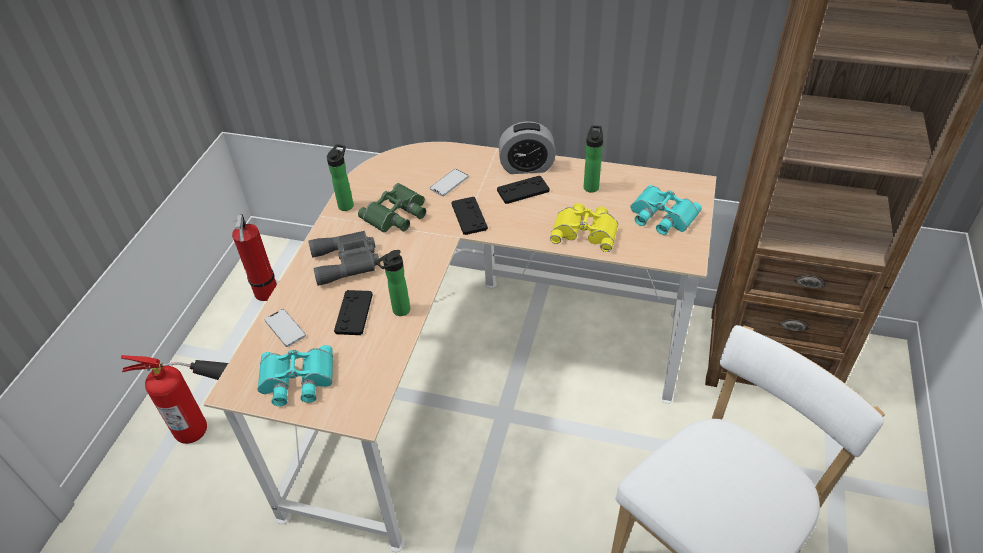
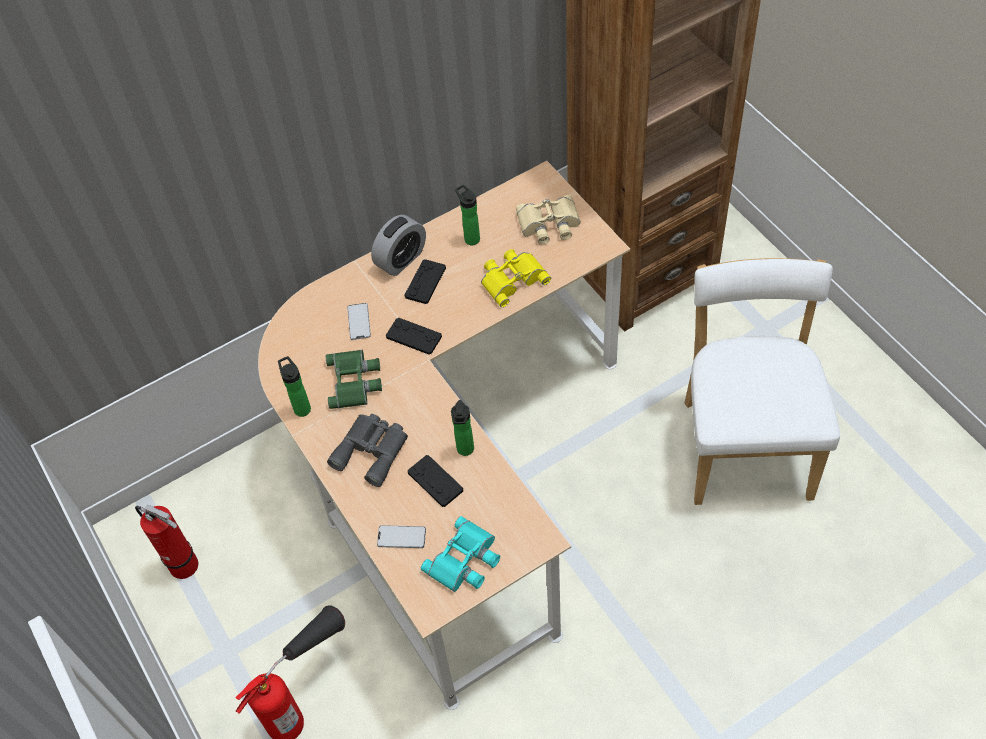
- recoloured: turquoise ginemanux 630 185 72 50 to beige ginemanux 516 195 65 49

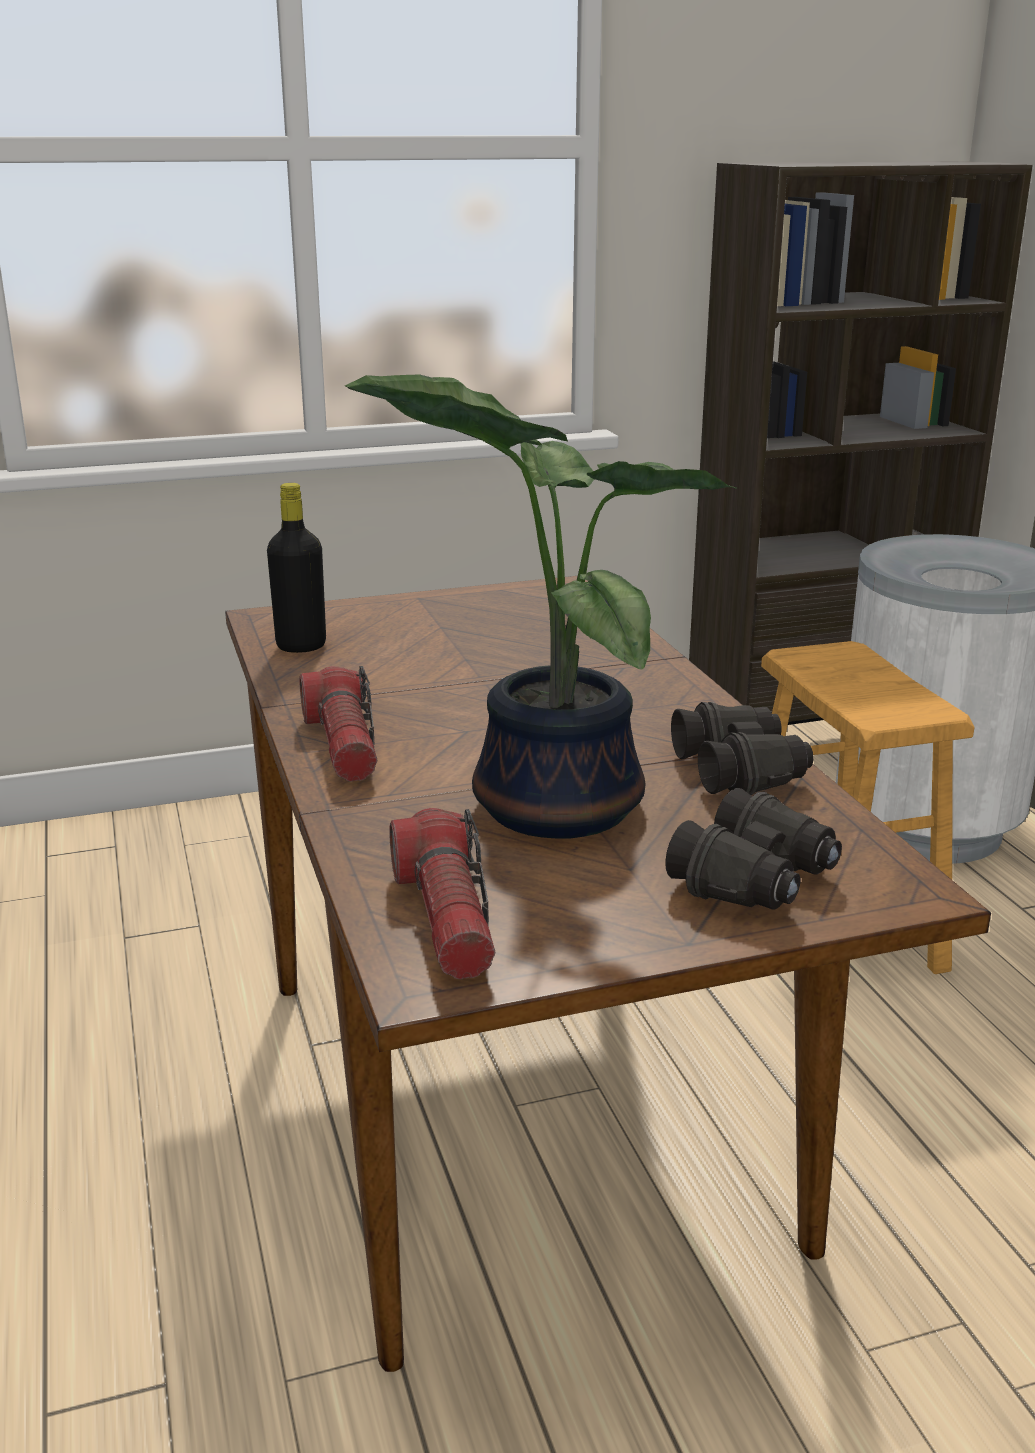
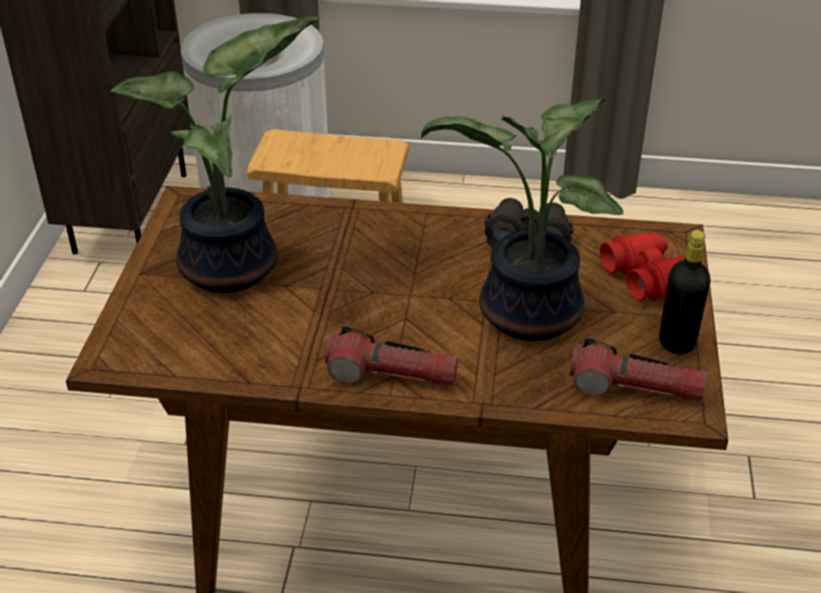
- moved: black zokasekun 267 483 59 170 to 659 230 52 124
- recoloured: black ginemanux 665 788 177 121 to red ginemanux 600 232 85 69
- added: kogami 110 16 211 277

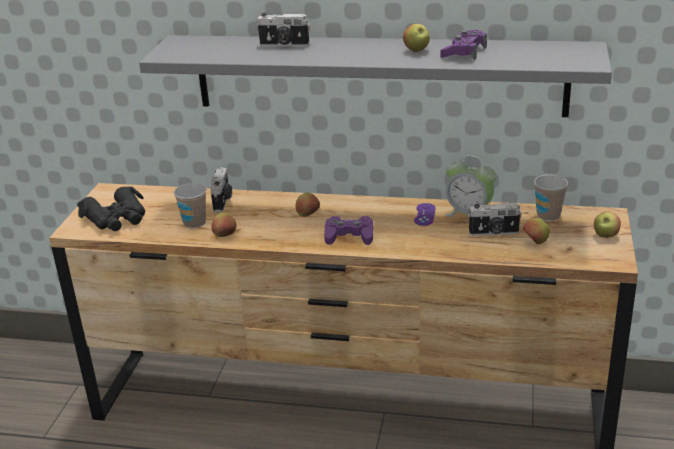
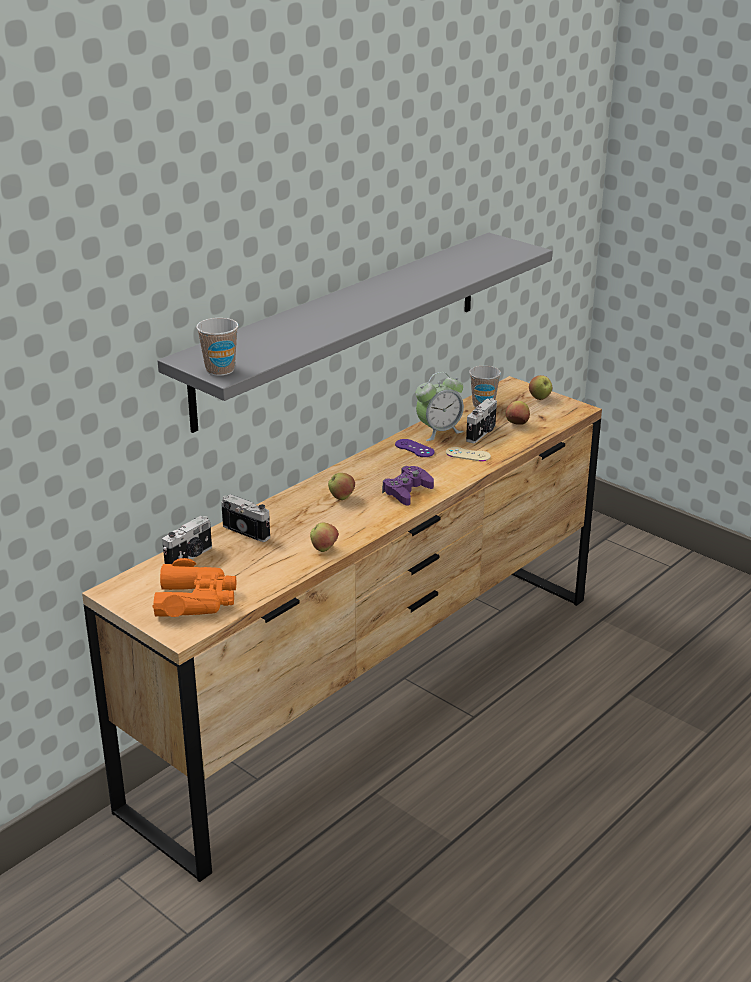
- recoloured: black ginemanux 77 187 68 44 to orange ginemanux 152 558 84 59
- moved: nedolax 174 183 32 45 to 196 318 43 58
- moved: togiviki 257 12 53 35 to 162 516 50 48
- removed: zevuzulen 403 24 27 28
- removed: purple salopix 441 30 46 30
- added: beige salopix 446 447 45 14

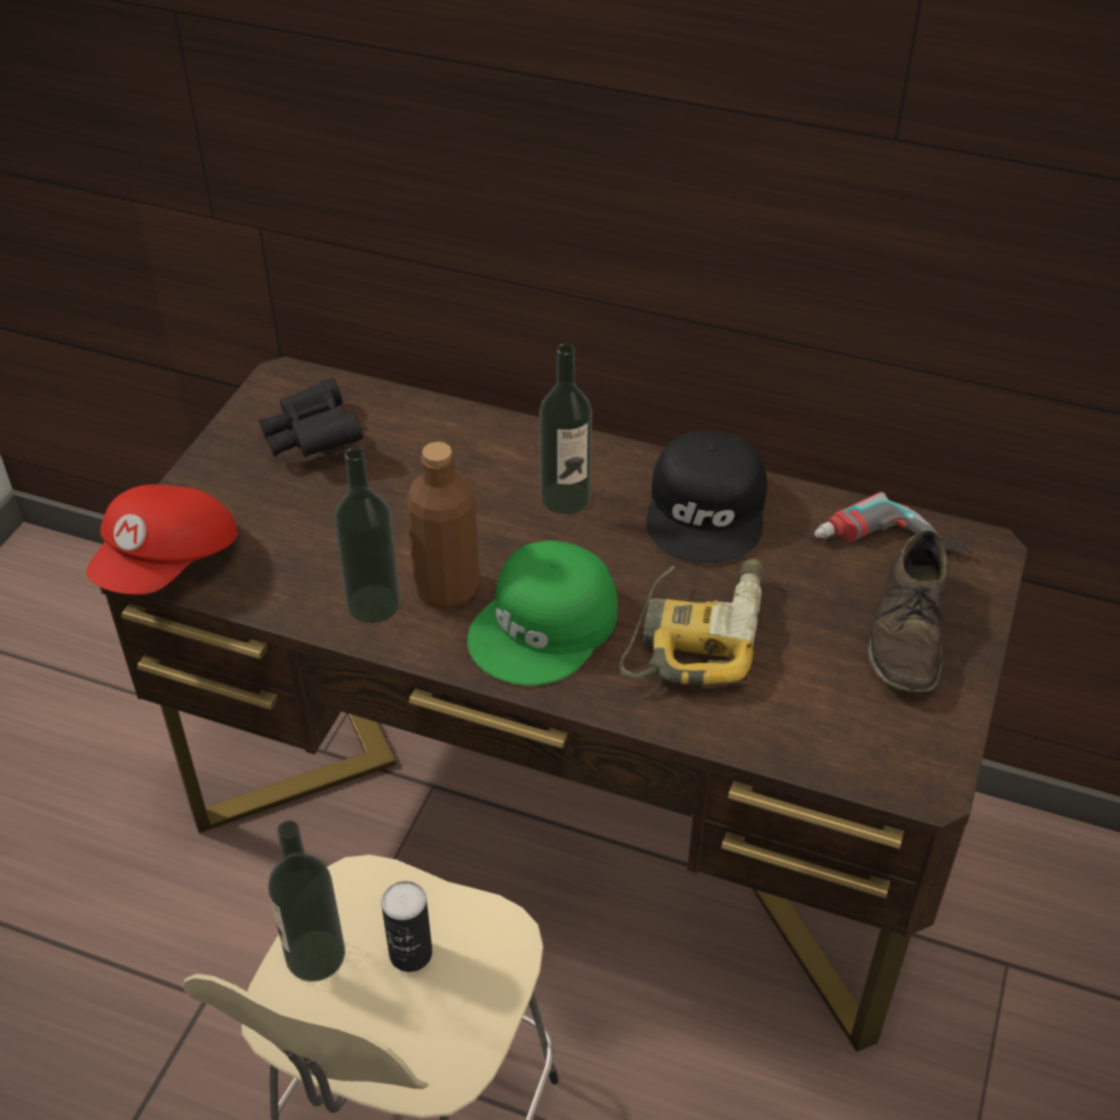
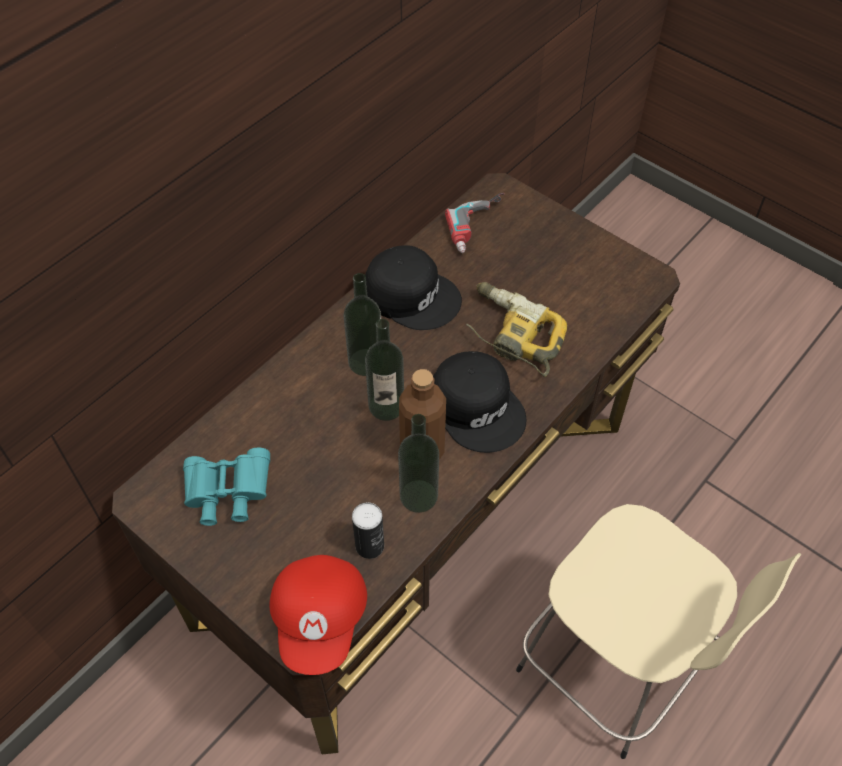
- turned: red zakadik 86 484 151 110 = 269 555 98 120 45 degrees clockwise
- recoloured: black ginemanux 259 378 104 79 to turquoise ginemanux 183 448 87 78
- moved: zokasekun 268 820 77 162 to 365 319 39 102
- moved: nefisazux 381 881 51 91 to 352 502 32 57
- recoloured: green zakadik 467 541 151 144 to black zakadik 433 351 93 102
- removed: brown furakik 868 531 81 162

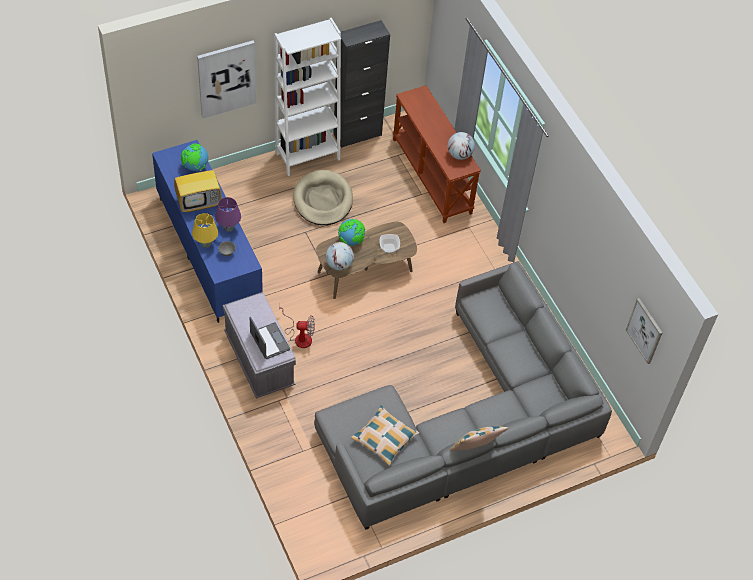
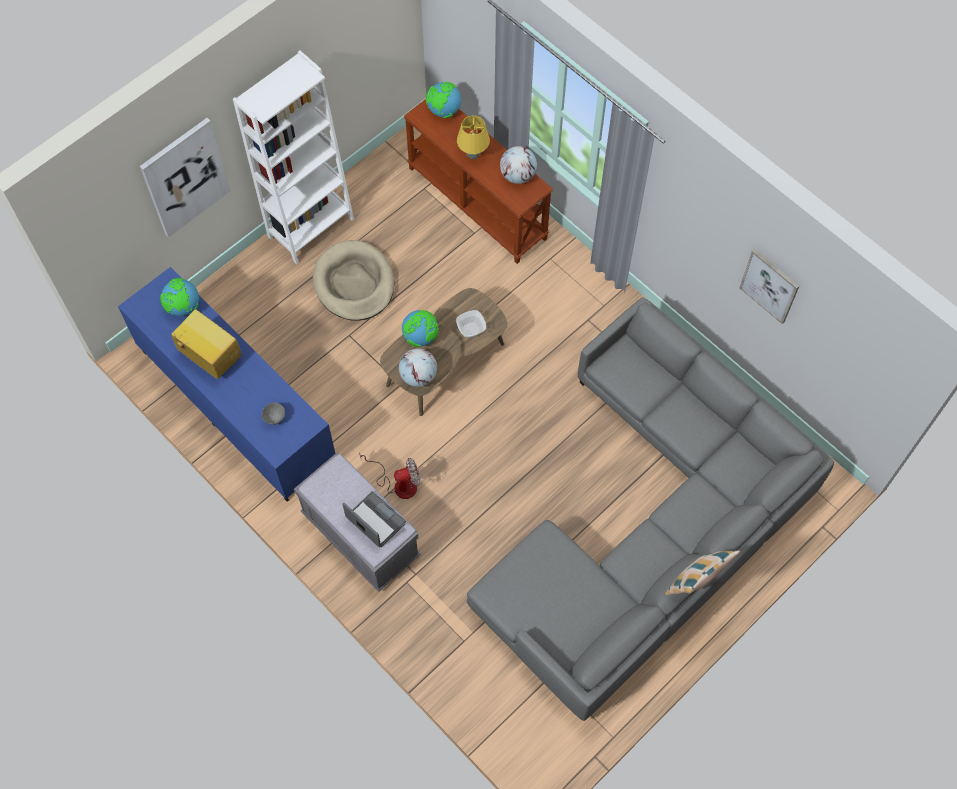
- turned: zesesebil 174 165 47 48 = 172 310 69 69 105 degrees counterclockwise
- moved: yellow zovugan 192 213 26 35 to 457 116 33 43
- removed: purple zovugan 215 197 26 35
- removed: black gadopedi 333 20 57 128
- removed: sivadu 351 405 68 61
- moved: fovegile 626 298 36 66 to 739 249 60 75
- added: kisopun 426 82 35 36

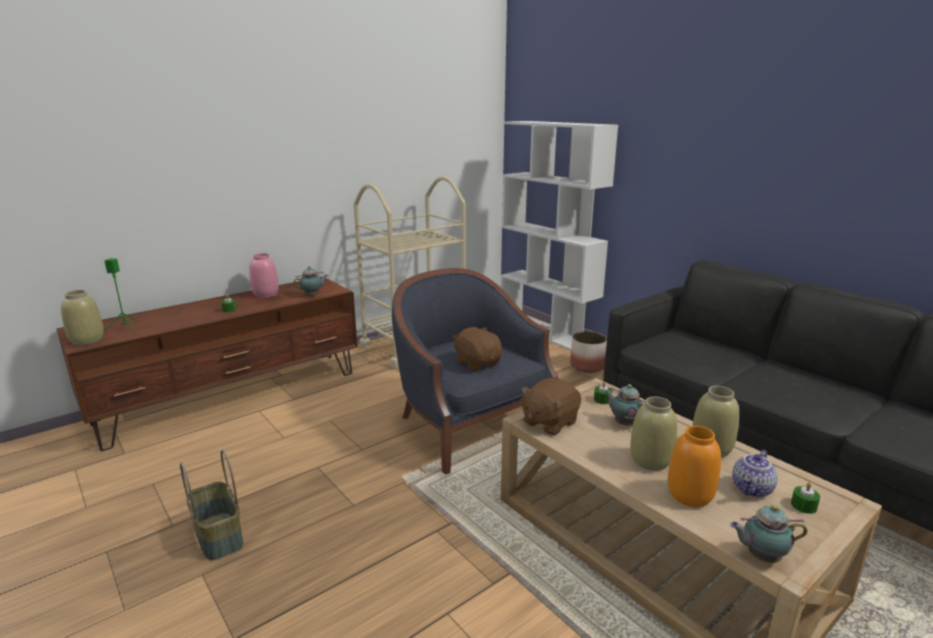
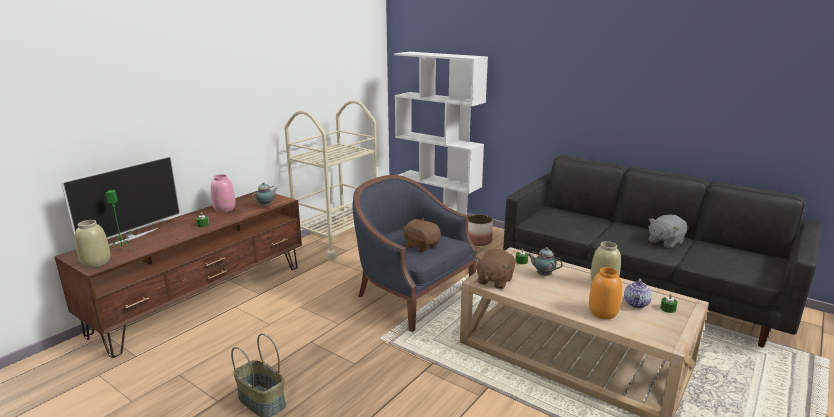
- removed: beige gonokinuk 630 397 47 74
- removed: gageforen 730 505 78 58
- added: zesesebil 61 156 120 90
- added: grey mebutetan 648 215 39 33

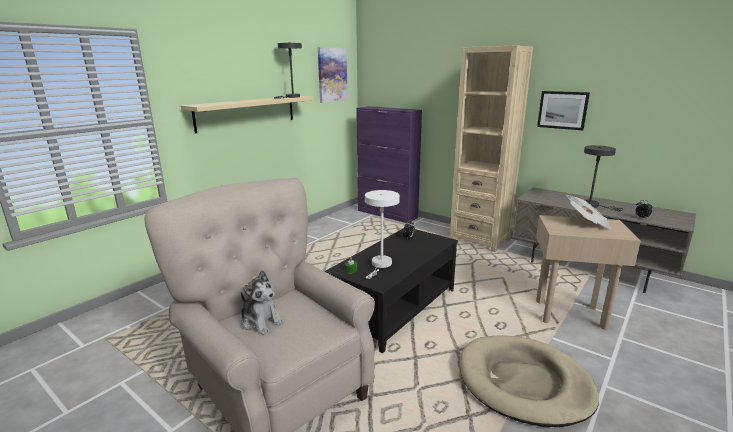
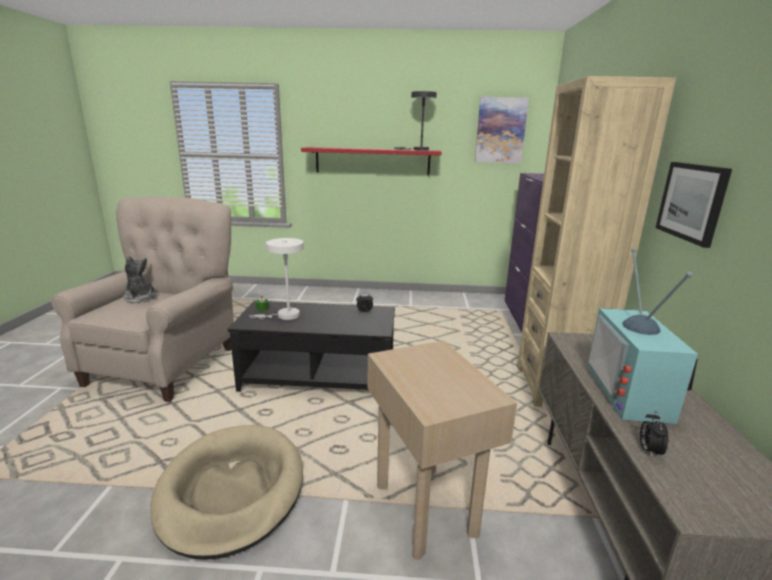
- recoloured: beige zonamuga 181 96 133 38 to red zonamuga 301 147 141 29
- turned: mebutetan 241 270 43 65 = 123 255 34 48 120 degrees clockwise
- removed: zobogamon 566 195 47 35
- replaced: grey zovugan 584 145 39 67 to zesesebil 587 248 111 176

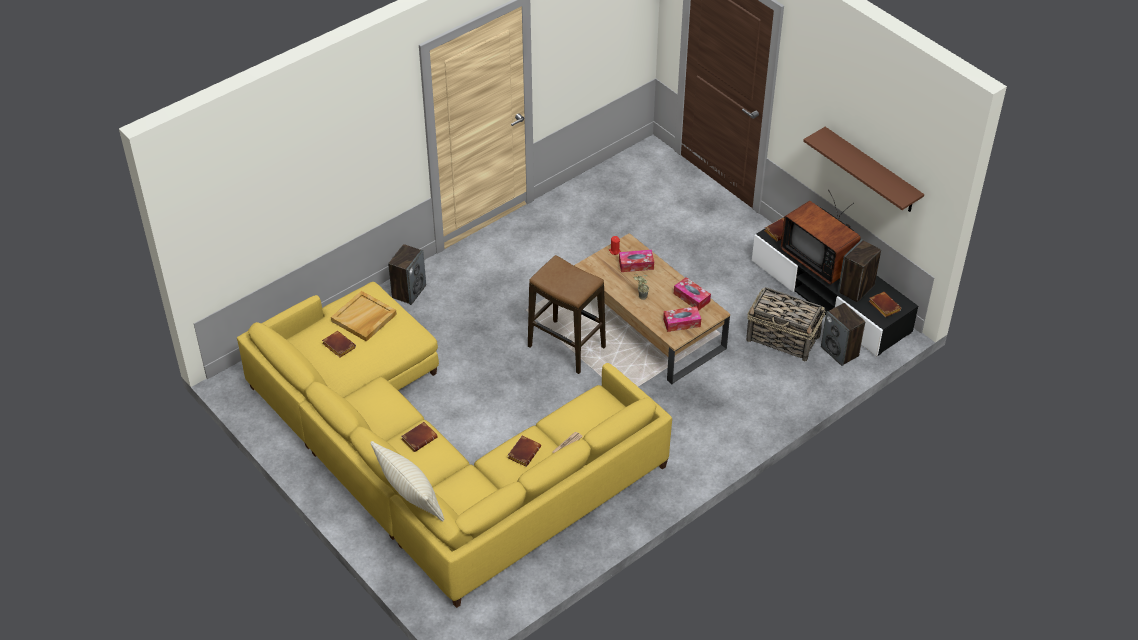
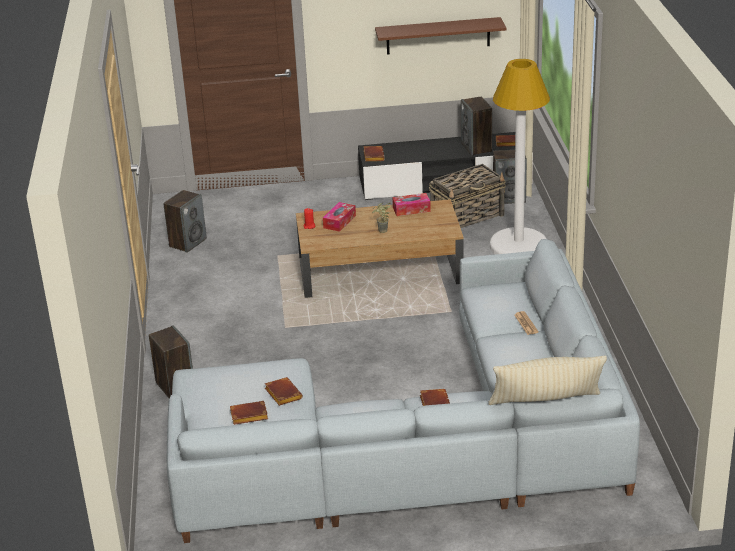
- recoloured: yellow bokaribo 237 282 435 326 to grey bokaribo 167 239 473 304
- removed: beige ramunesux 331 291 66 51
- moved: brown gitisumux 508 435 33 32 to 265 377 38 29
- removed: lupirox 528 255 78 119
- removed: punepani 663 306 38 26
- removed: zesesebil 781 190 80 94
- added: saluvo 163 190 44 63
- added: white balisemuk 490 59 60 195

